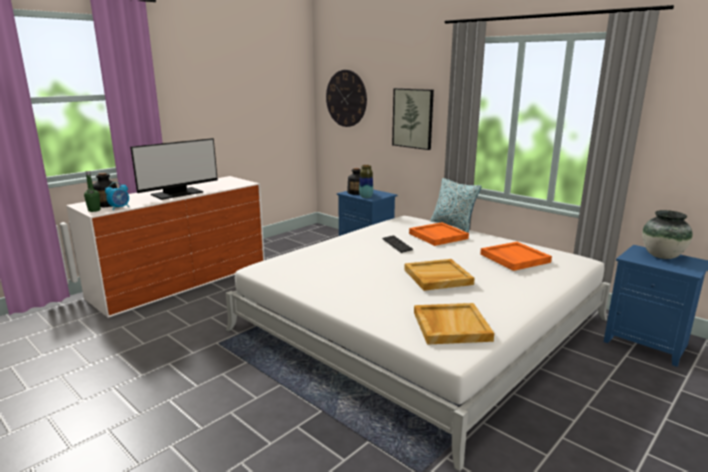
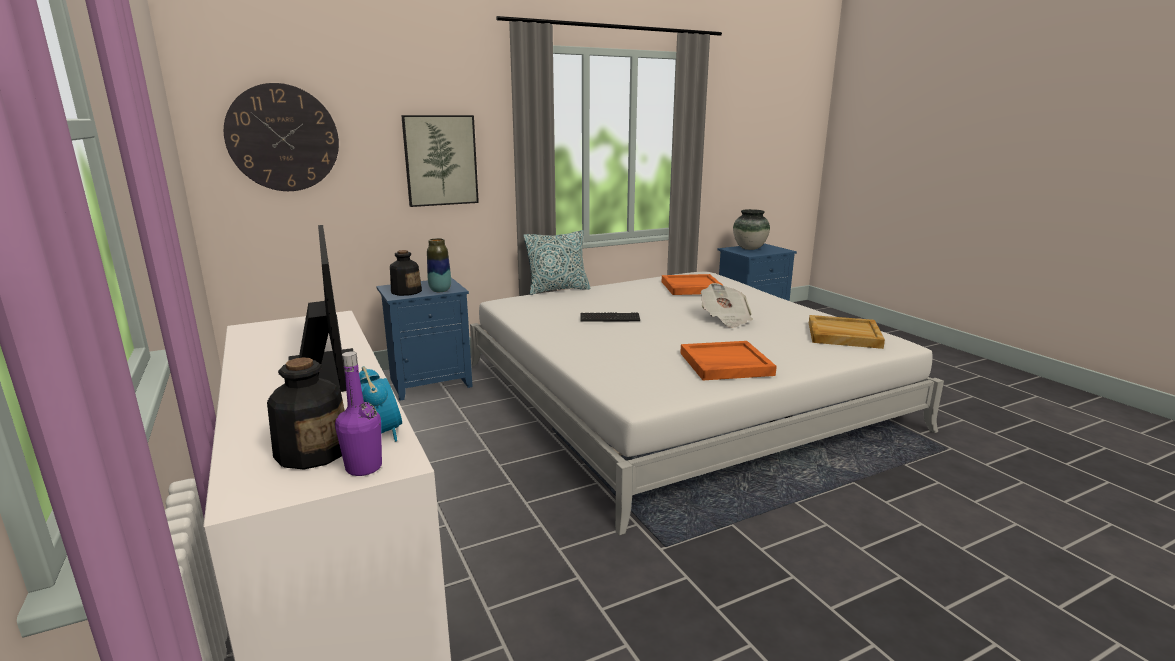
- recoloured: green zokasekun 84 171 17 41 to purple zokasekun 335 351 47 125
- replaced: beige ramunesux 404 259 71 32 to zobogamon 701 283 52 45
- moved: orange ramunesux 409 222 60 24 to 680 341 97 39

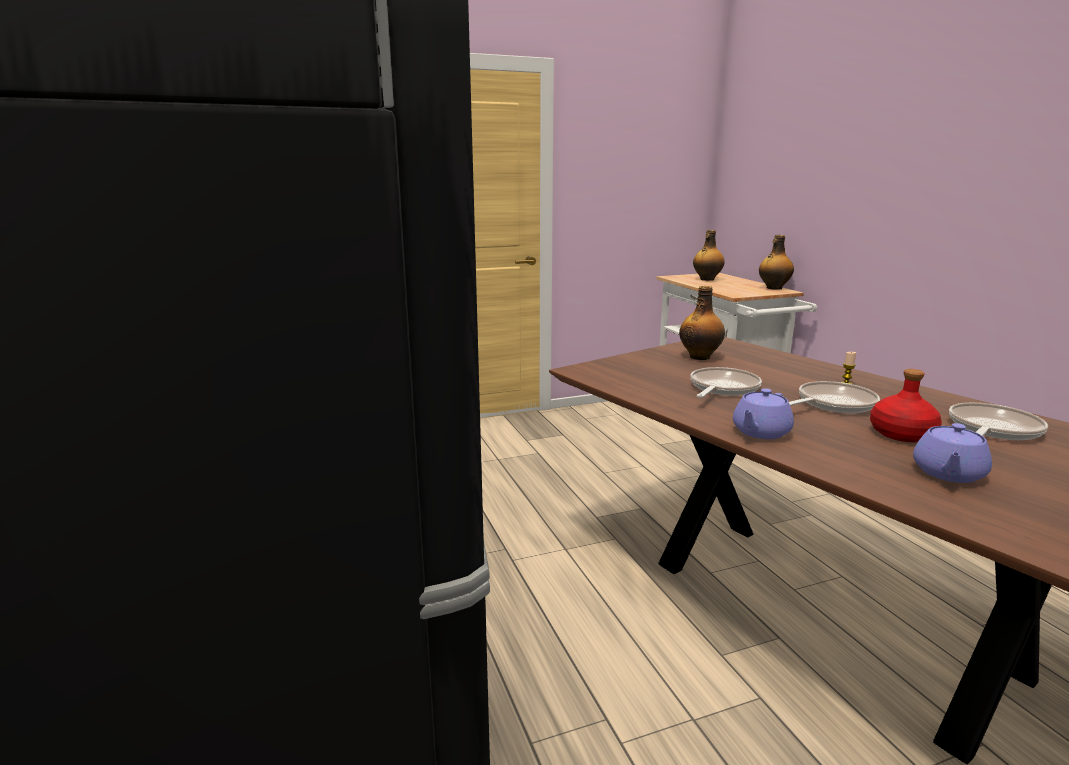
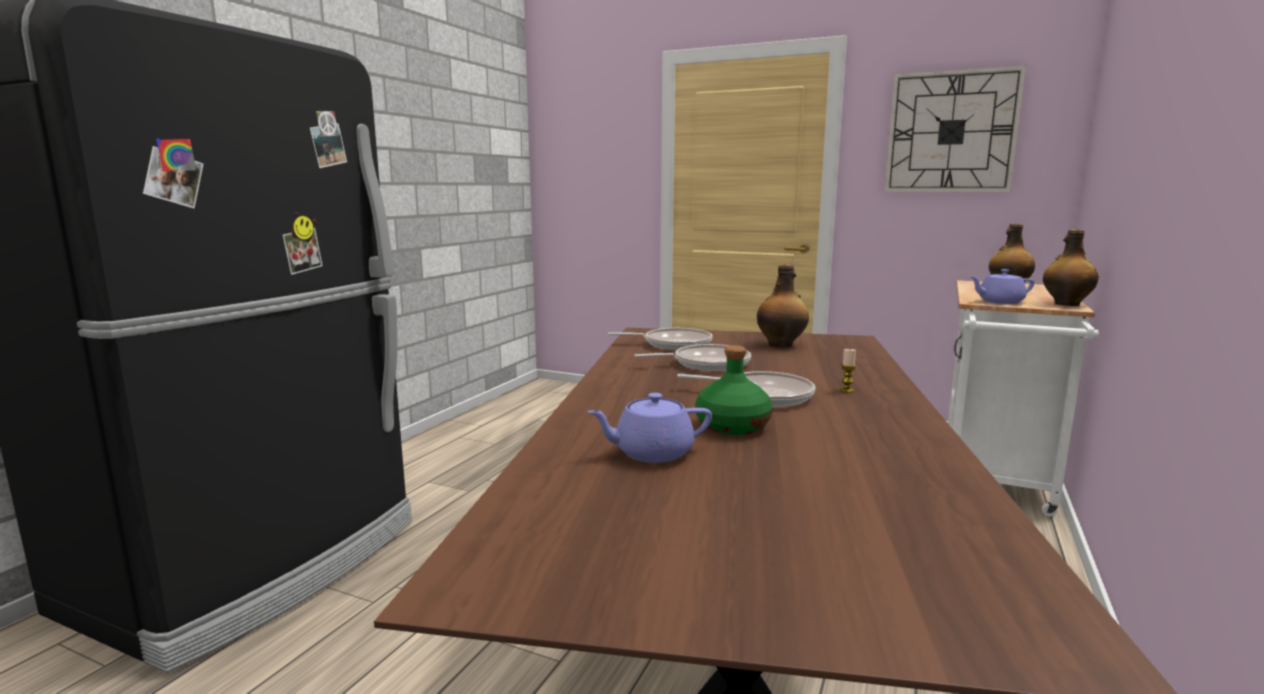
- moved: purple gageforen 733 388 61 51 to 971 269 63 35
- recoloured: red zokasekun 870 369 72 73 to green zokasekun 695 345 77 90
- moved: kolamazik 949 402 99 38 to 608 328 105 22
- added: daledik 884 65 142 127

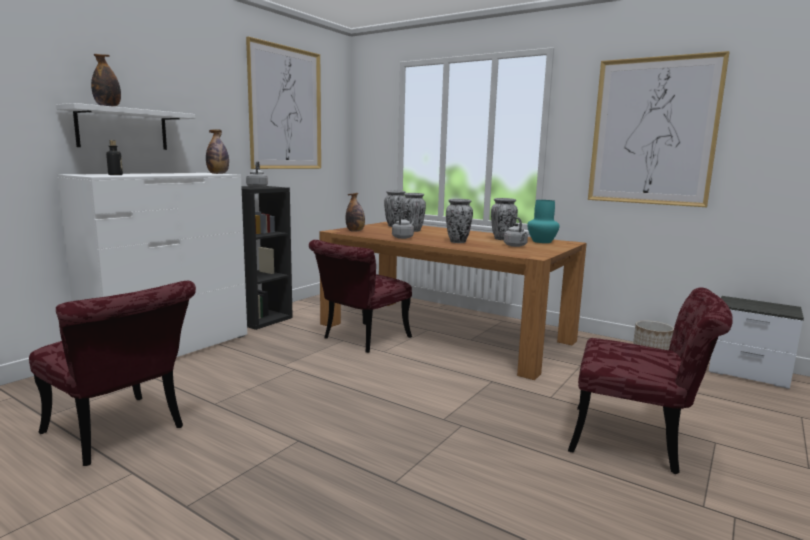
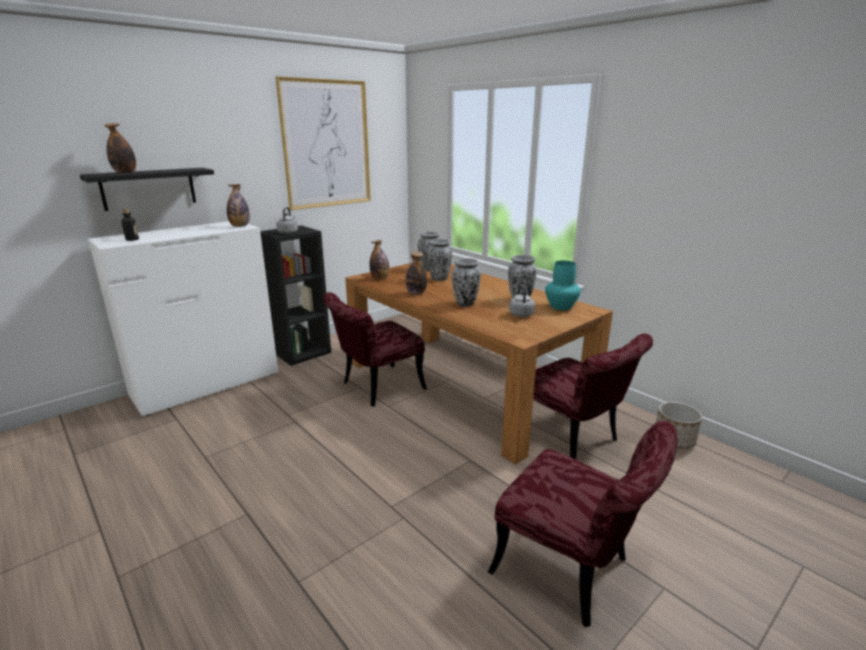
- moved: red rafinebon 29 281 167 185 to 533 333 120 126
- recoloured: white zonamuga 56 103 139 47 to black zonamuga 80 168 134 43
- replaced: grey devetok 392 211 22 28 to zokasekun 406 252 21 43
- removed: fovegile 588 51 141 156
- removed: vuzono 709 296 95 93

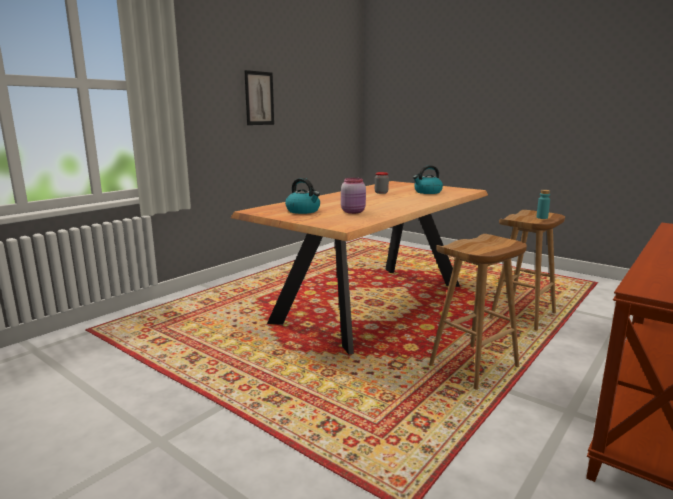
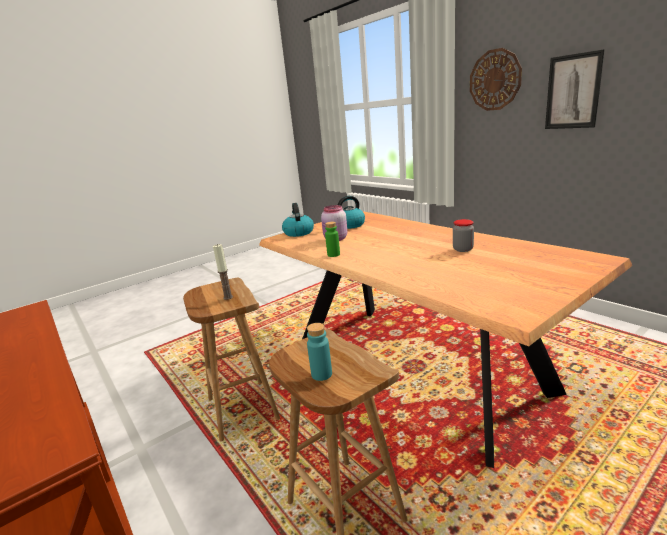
- moved: devetok 413 165 30 29 to 282 203 32 34
- added: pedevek 213 244 20 56
- added: green zokasekun 325 222 15 35
- added: daledik 470 48 52 63

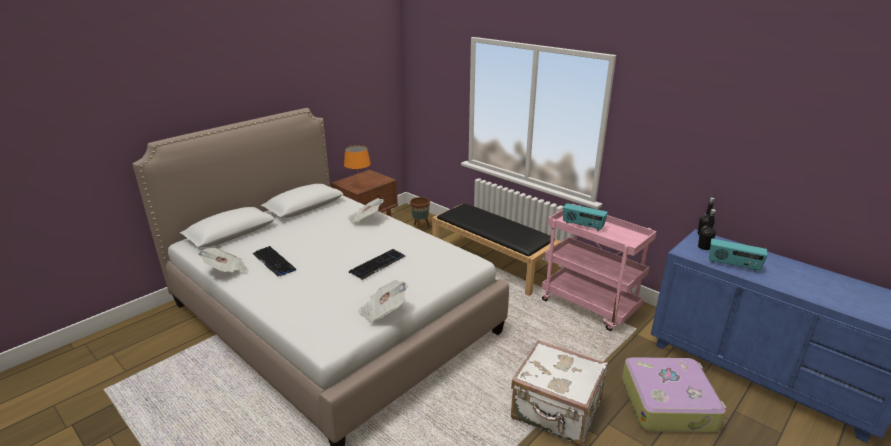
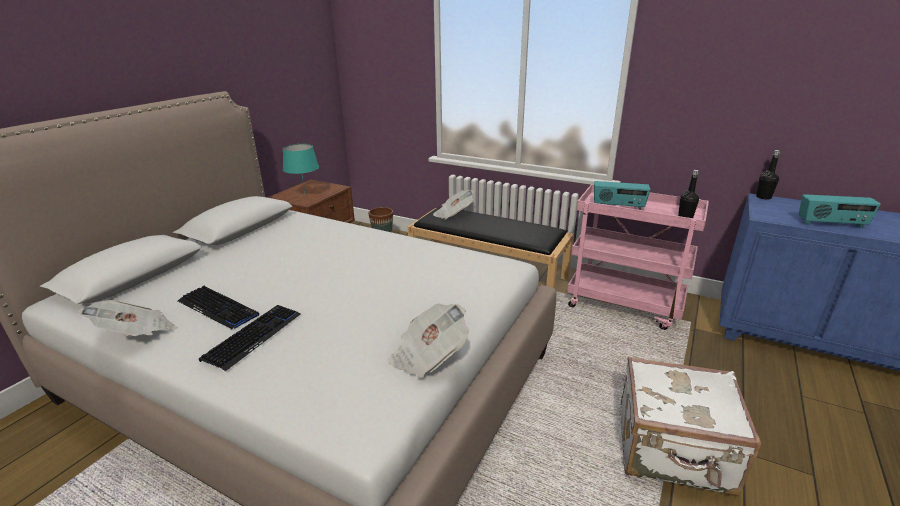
- recoloured: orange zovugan 344 145 27 37 to turquoise zovugan 283 144 36 54
- moved: zobogamon 348 198 35 26 to 433 190 41 29
- moved: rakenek 349 249 56 31 to 199 305 101 66
- removed: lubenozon 622 357 104 75
- moved: black zokasekun 698 209 18 41 to 678 170 21 48

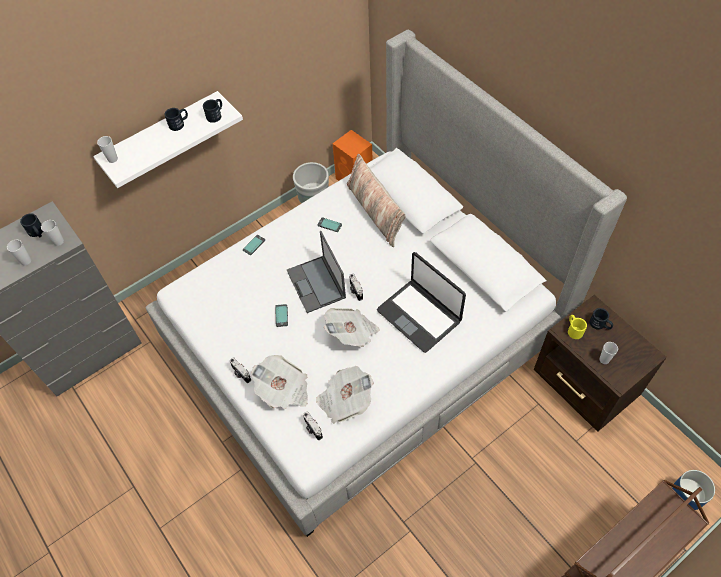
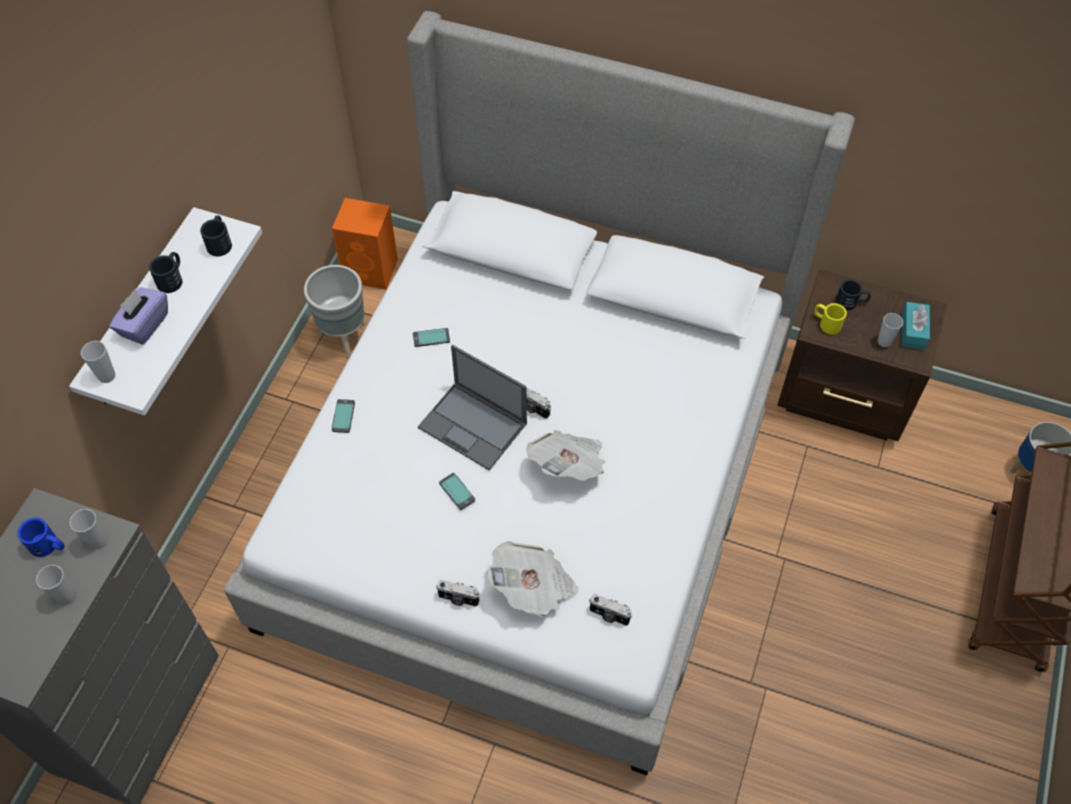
- recoloured: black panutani 20 213 23 24 to blue panutani 17 518 47 39
- removed: zobogamon 316 366 58 58
- removed: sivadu 347 154 59 93
- removed: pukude 377 252 89 101
- added: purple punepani 109 287 59 58
- added: turquoise punepani 901 302 29 48

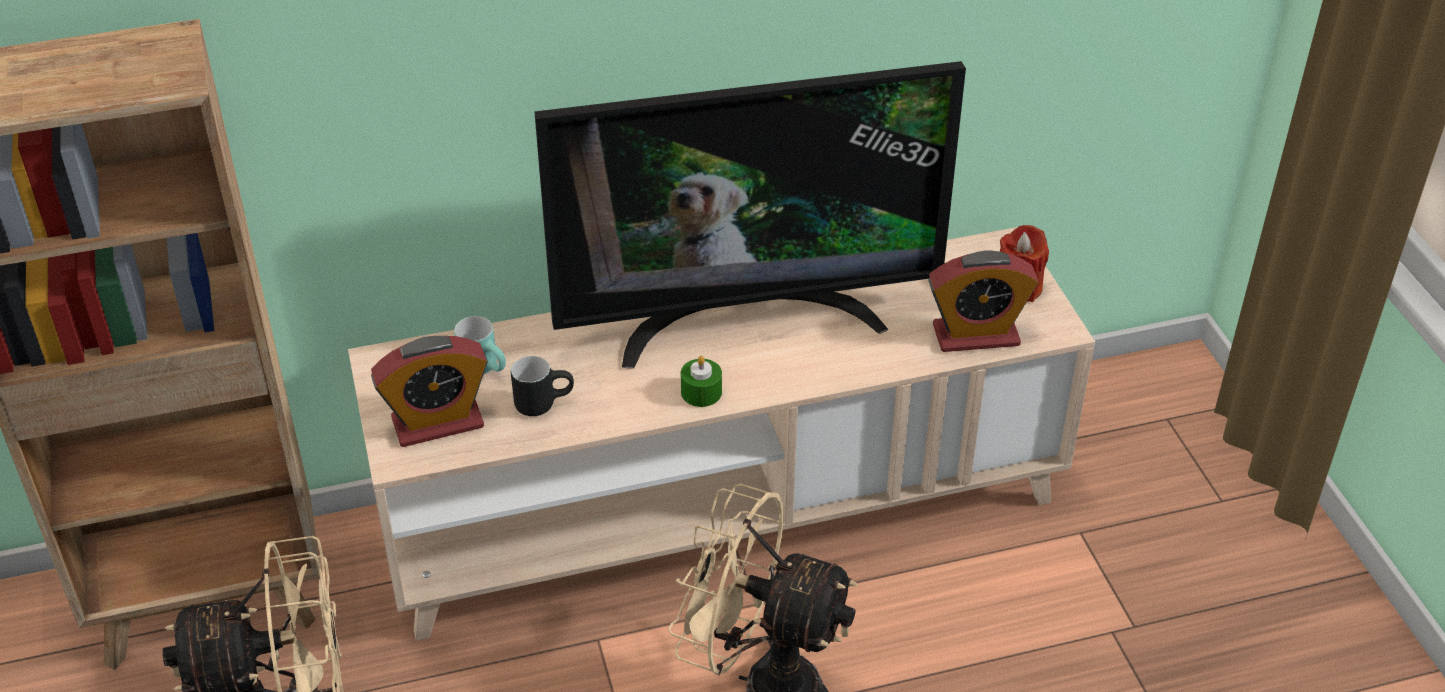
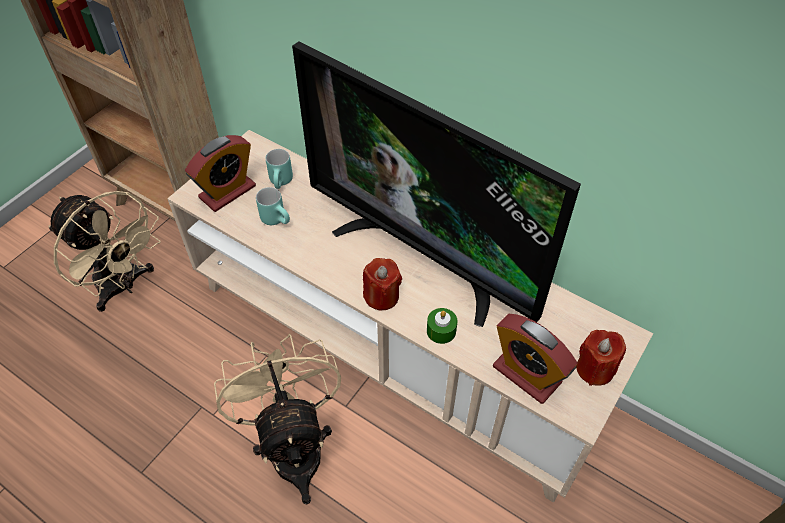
- turned: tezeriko 371 336 117 111 = 185 135 71 77 75 degrees counterclockwise
- recoloured: black panutani 511 356 63 60 to turquoise panutani 256 187 34 38
- moved: green pedevek 681 356 41 51 to 427 308 31 36
- added: red pedevek 363 258 39 52

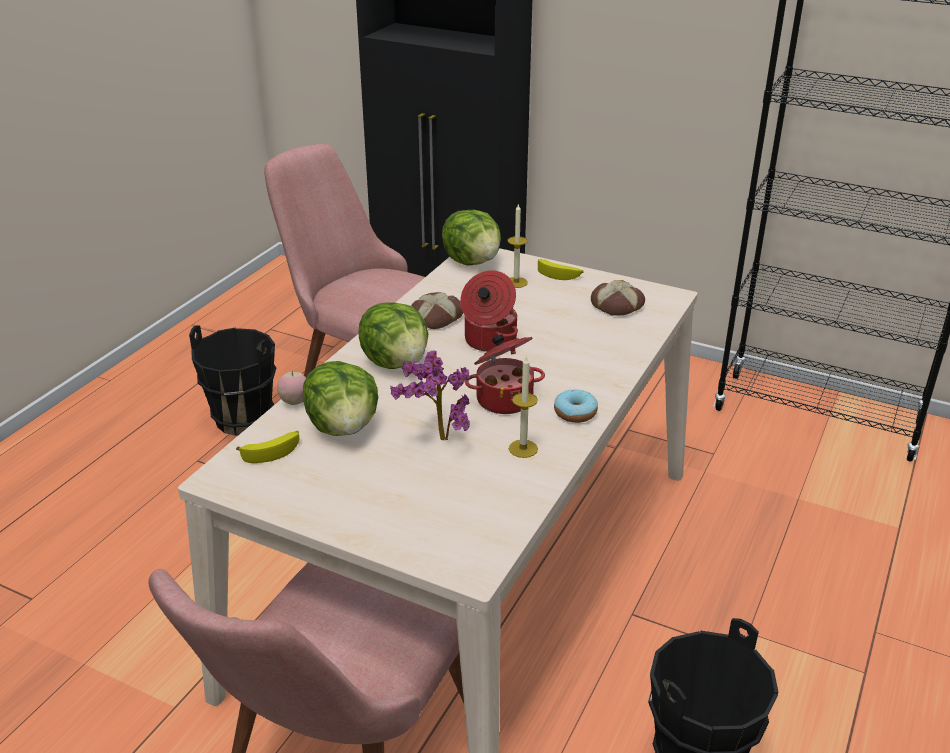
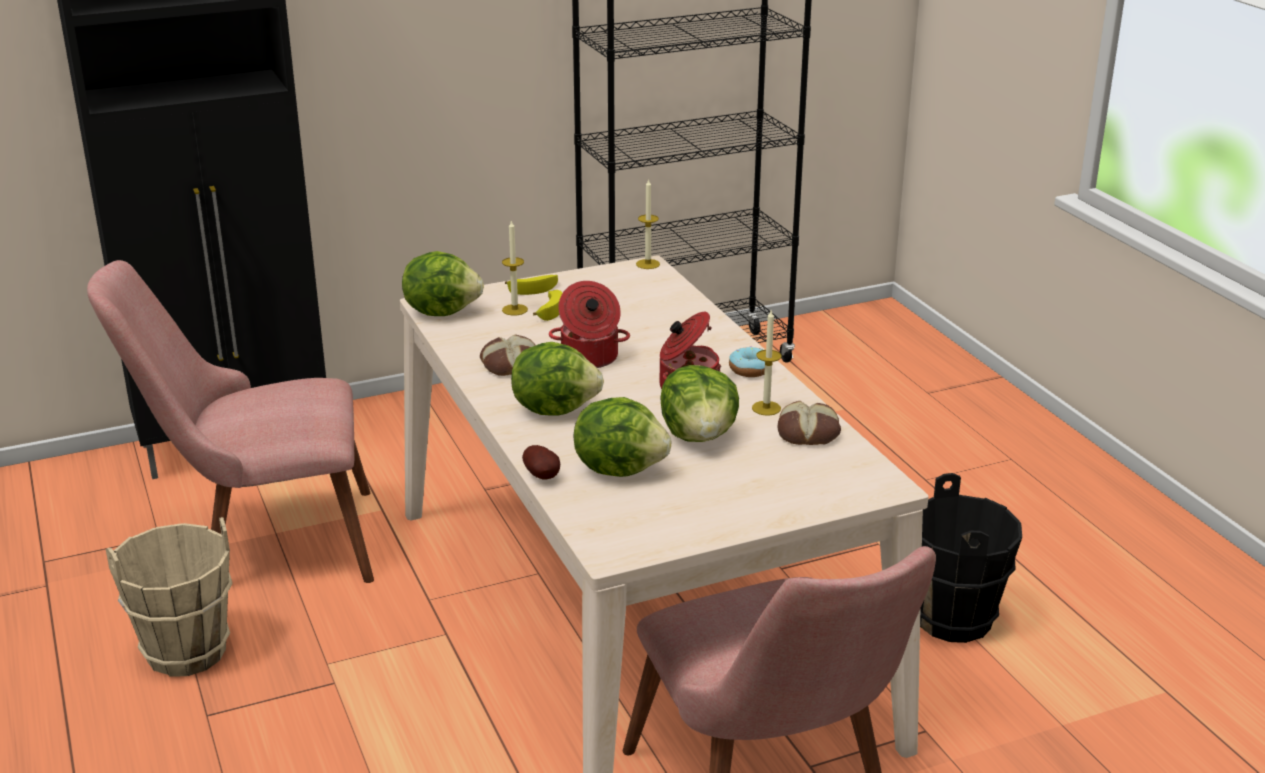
- recoloured: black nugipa 189 325 87 111 to beige nugipa 106 517 126 160
- moved: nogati 236 431 63 32 to 533 290 29 31
- replaced: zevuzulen 277 371 29 34 to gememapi 522 445 38 34
- replaced: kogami 390 351 80 89 to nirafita 660 365 79 77
- moved: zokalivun 591 280 54 36 to 778 401 63 44
- added: pedevek 636 178 24 91

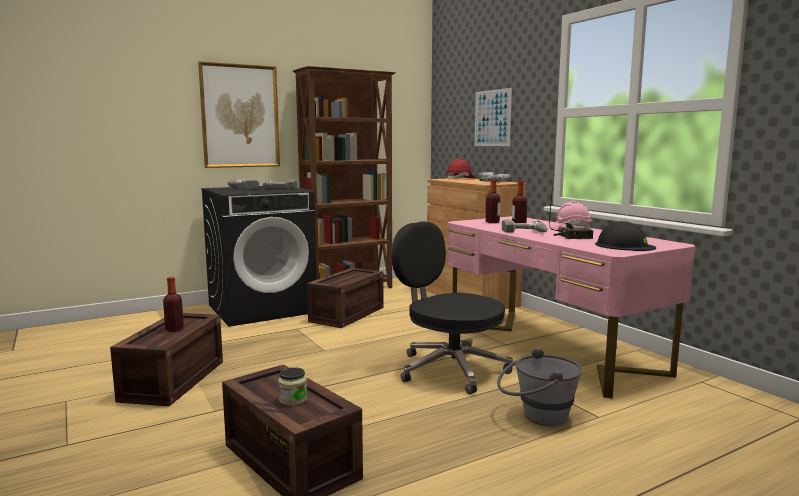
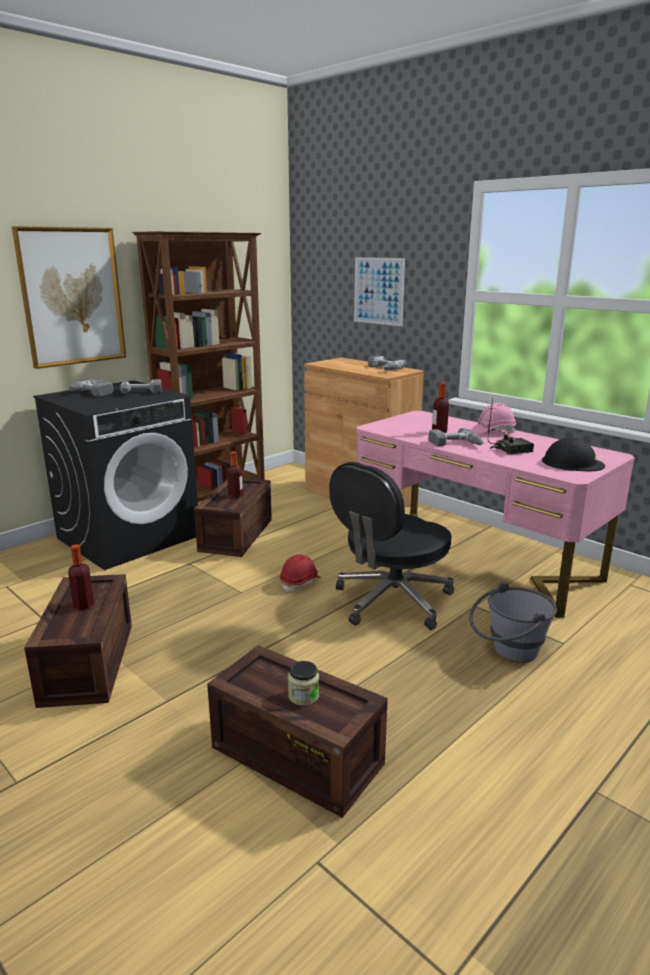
- turned: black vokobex 391 222 122 172 = 329 462 125 168 75 degrees counterclockwise
- moved: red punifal 446 159 29 21 to 280 555 41 37
- moved: zokasekun 486 179 14 44 to 227 451 16 47

